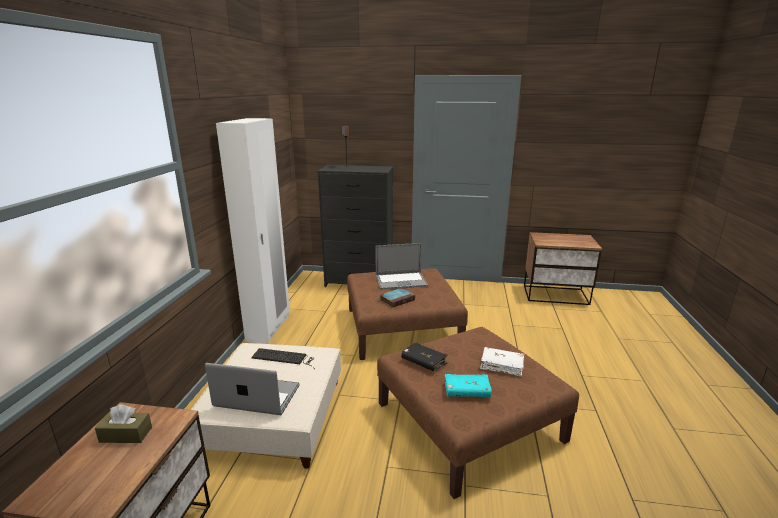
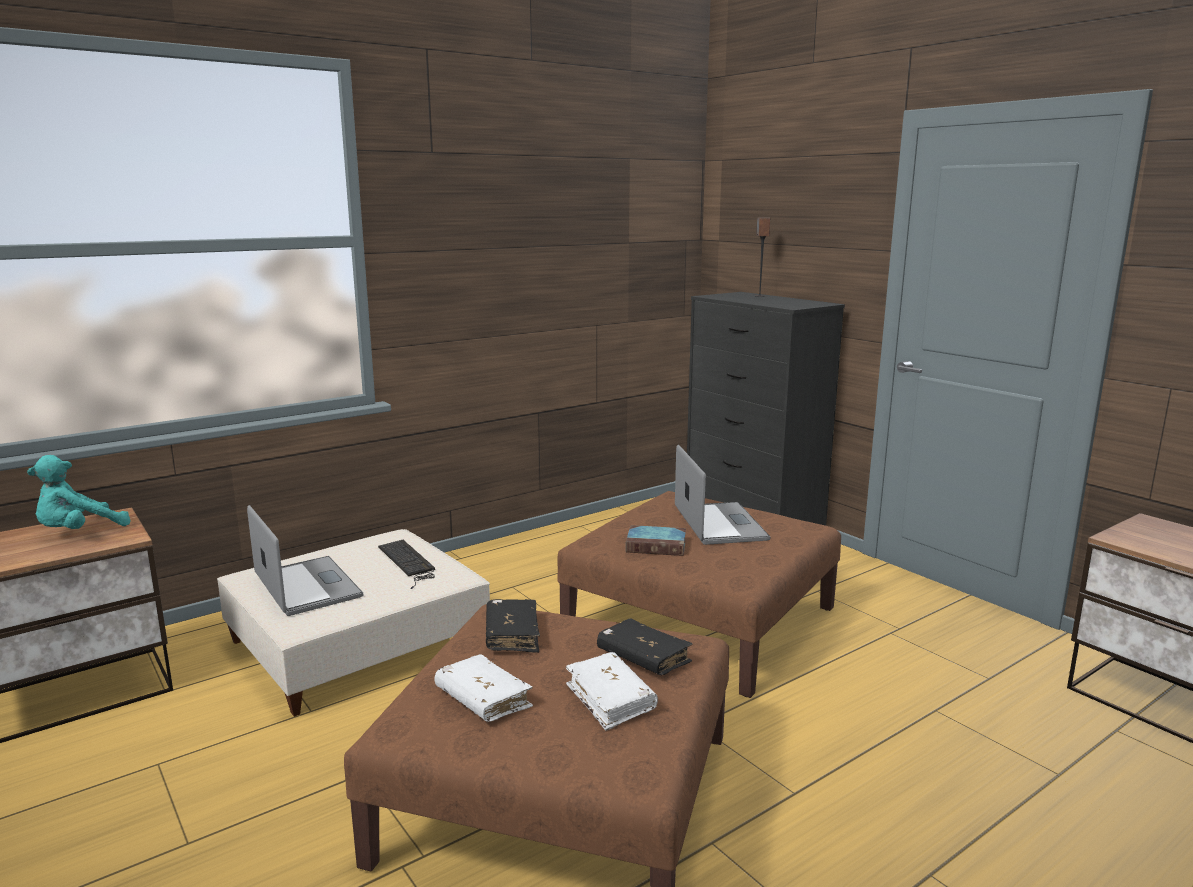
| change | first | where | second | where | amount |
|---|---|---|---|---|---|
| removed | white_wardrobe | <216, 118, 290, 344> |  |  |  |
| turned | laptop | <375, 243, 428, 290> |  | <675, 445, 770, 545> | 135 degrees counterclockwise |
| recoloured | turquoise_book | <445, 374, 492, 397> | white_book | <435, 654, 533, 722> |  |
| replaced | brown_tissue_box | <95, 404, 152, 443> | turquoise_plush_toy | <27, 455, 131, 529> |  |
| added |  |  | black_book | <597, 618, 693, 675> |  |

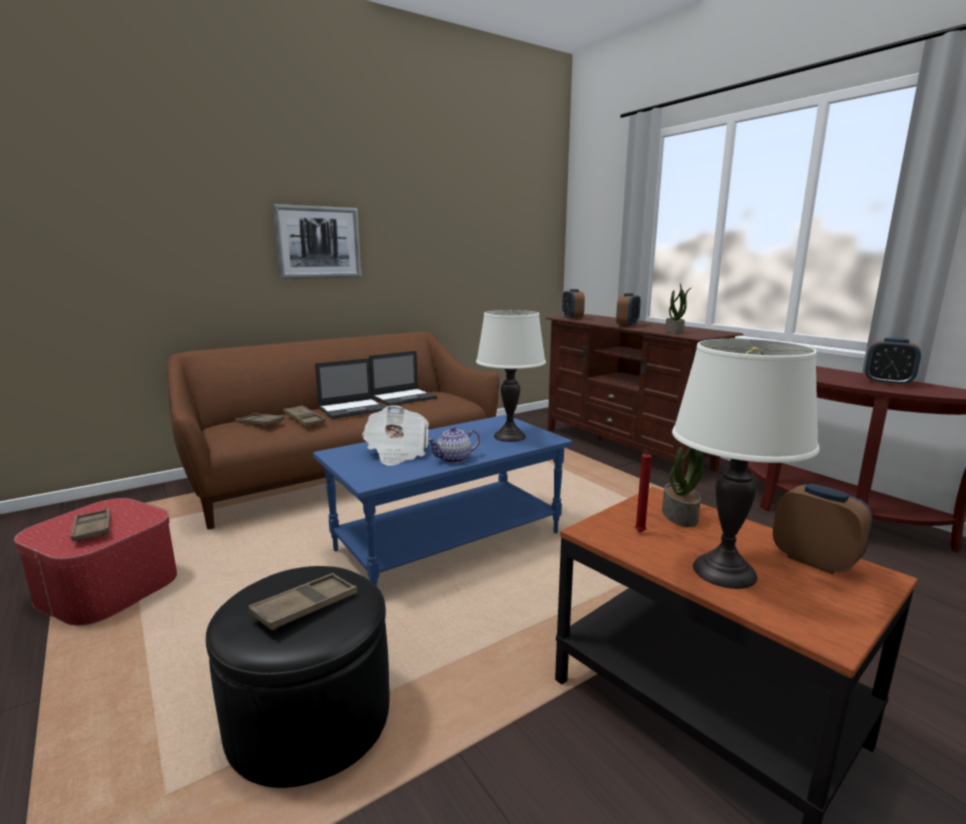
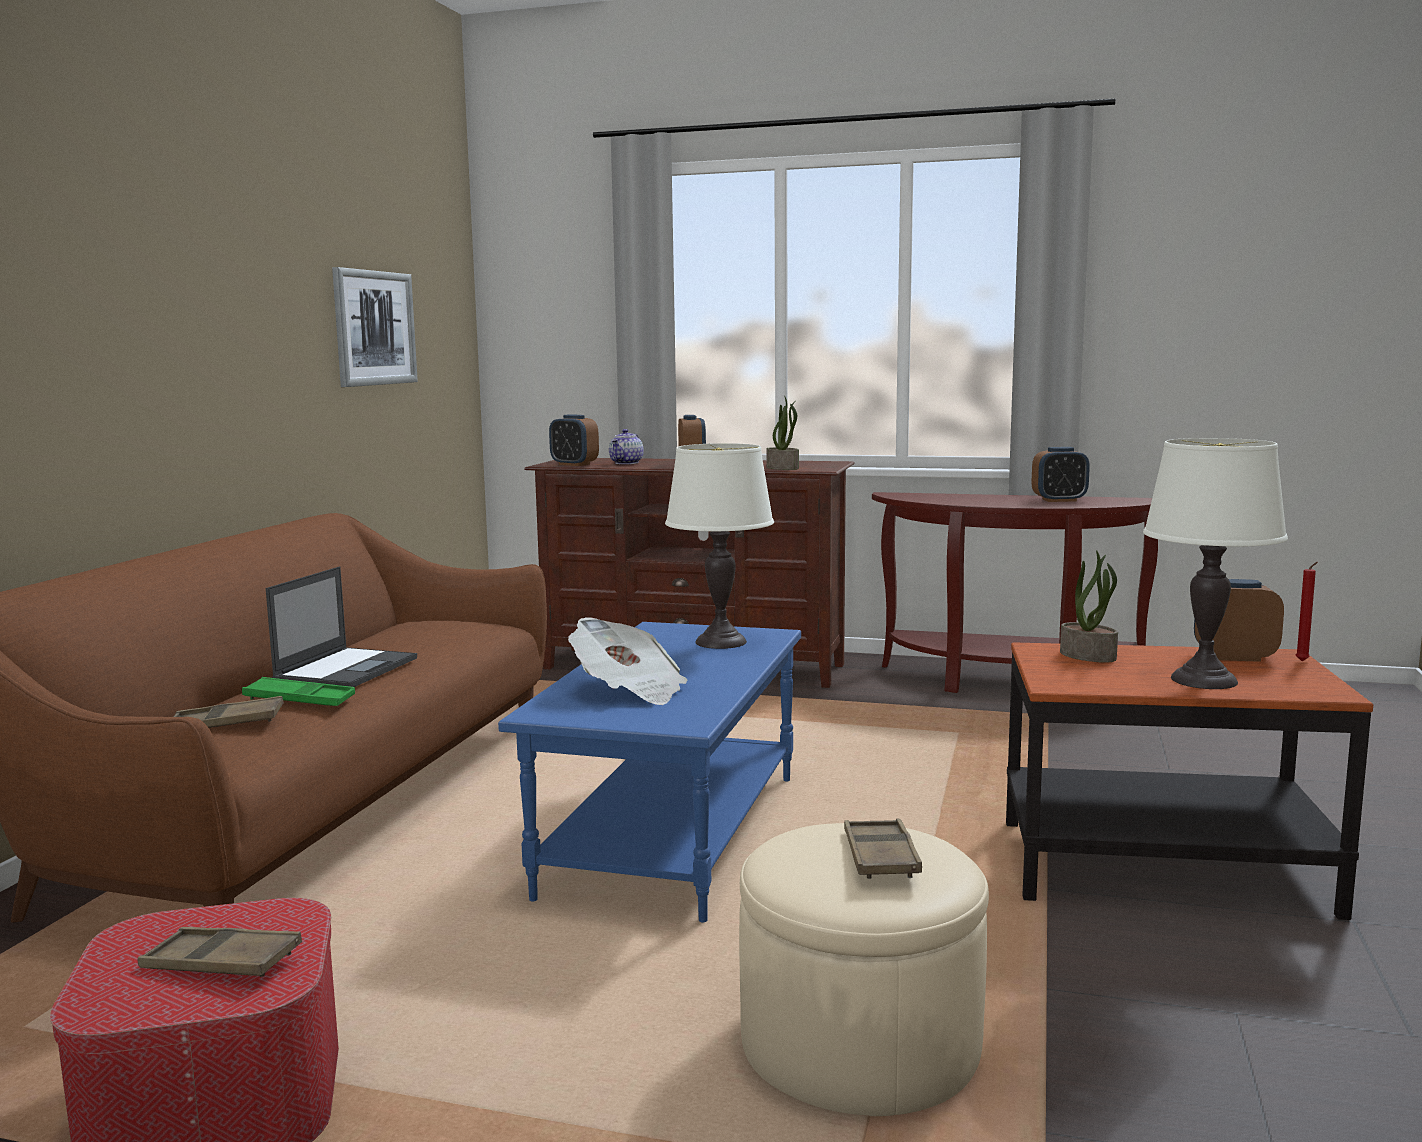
| change | first | where | second | where | amount |
|---|---|---|---|---|---|
| moved | picture | <272, 204, 361, 279> |  | <332, 267, 418, 387> |  |
| removed | laptop | <369, 351, 437, 406> |  |  |  |
| recoloured | brown_tray | <283, 405, 325, 426> | green_tray | <242, 677, 355, 706> |  |
| moved | teapot | <427, 427, 480, 463> |  | <609, 429, 644, 464> |  |
| moved | red_candle | <635, 449, 652, 532> |  | <1295, 562, 1318, 661> |  |
| recoloured | black_ottoman | <206, 566, 390, 788> | beige_ottoman | <739, 823, 989, 1116> |  |

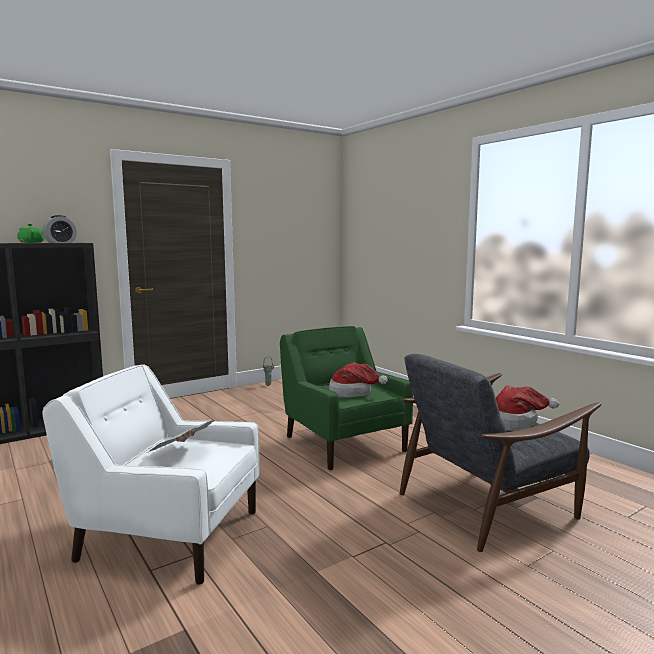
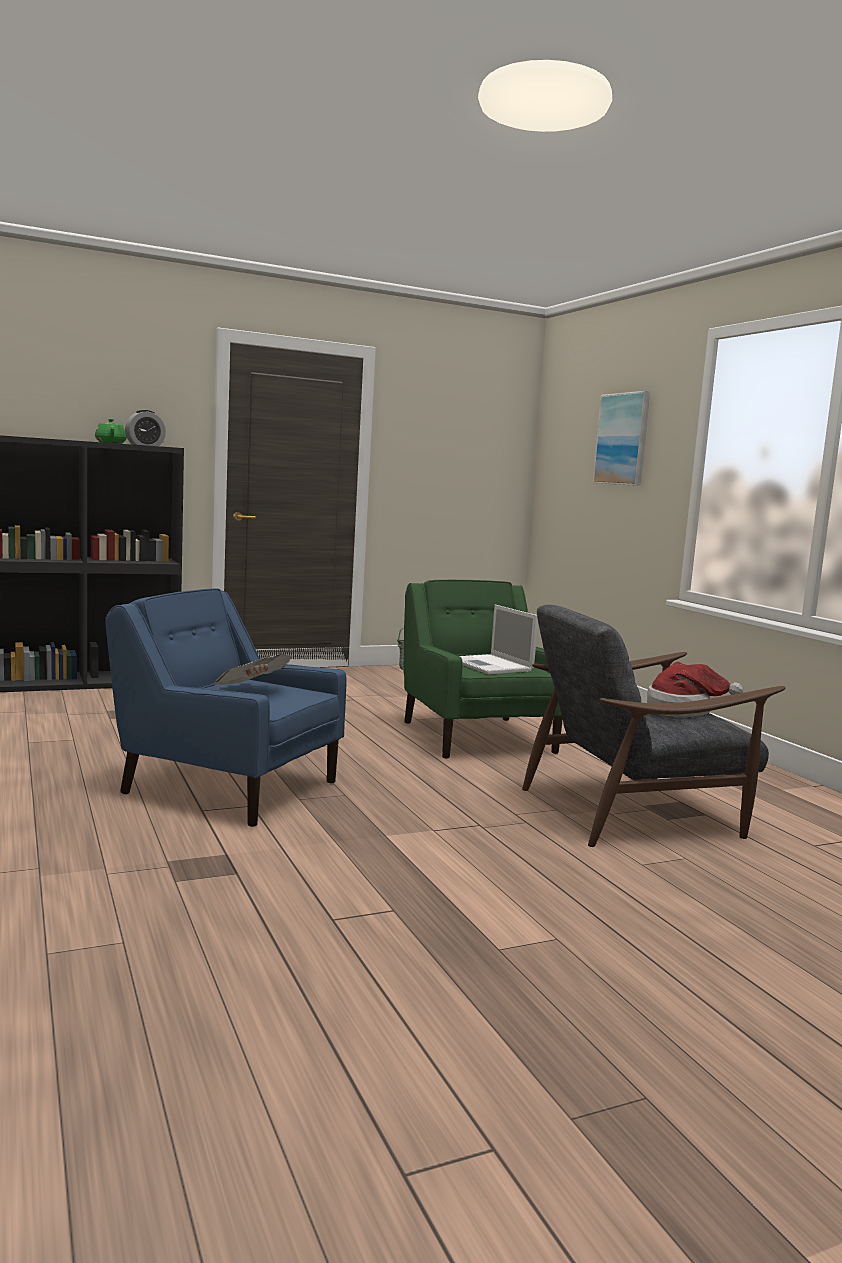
| change | first | where | second | where | amount |
|---|---|---|---|---|---|
| replaced | hat | <329, 362, 388, 398> | laptop | <460, 605, 538, 674> |  |
| recoloured | white_armchair | <42, 364, 260, 585> | blue_armchair | <105, 588, 346, 827> |  |
| added |  |  | picture | <593, 391, 650, 486> |  |

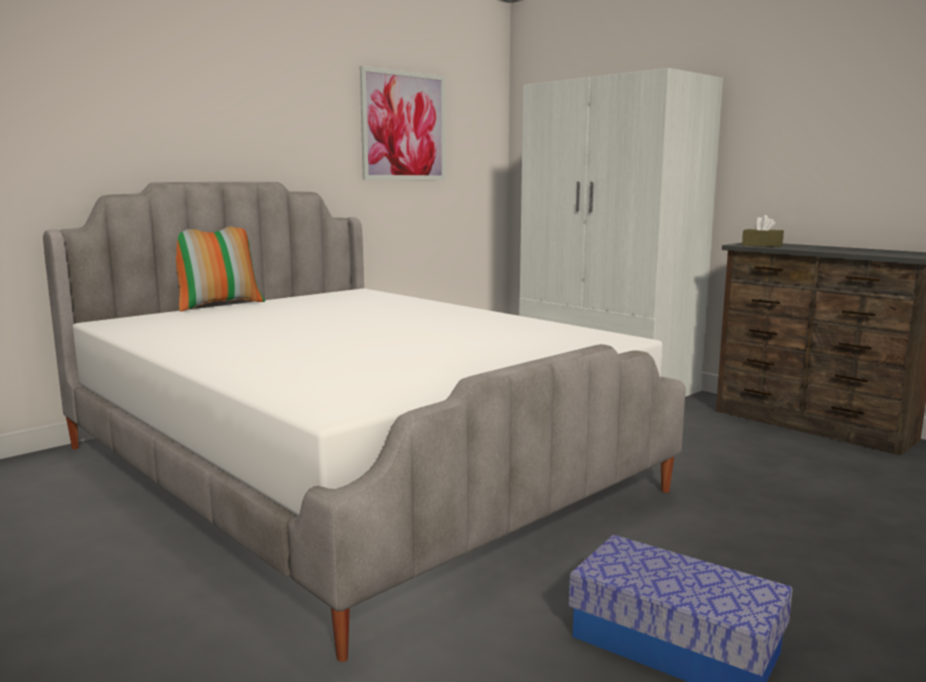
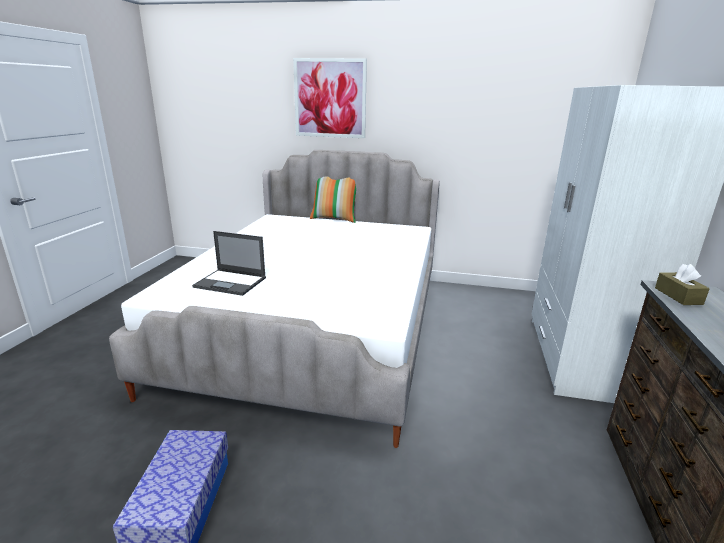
| change | first | where | second | where | amount |
|---|---|---|---|---|---|
| moved | picture | <360, 66, 446, 180> |  | <293, 58, 367, 138> |  |
| added |  |  | laptop | <192, 231, 266, 296> |  |

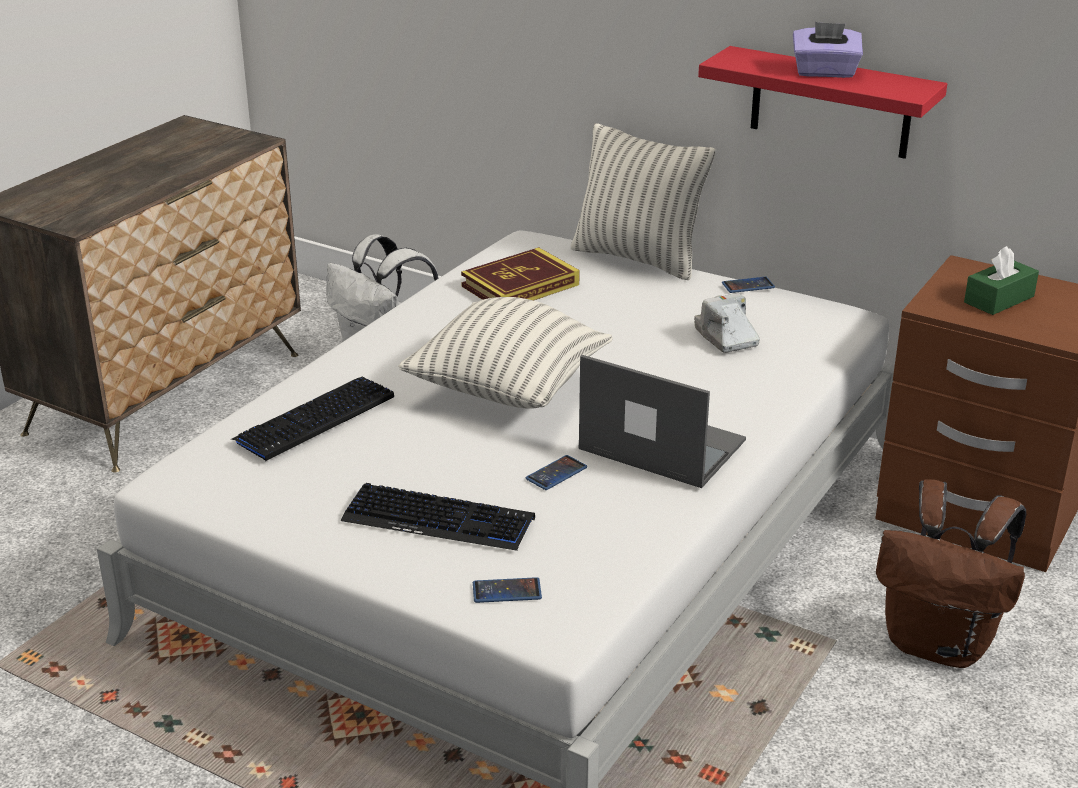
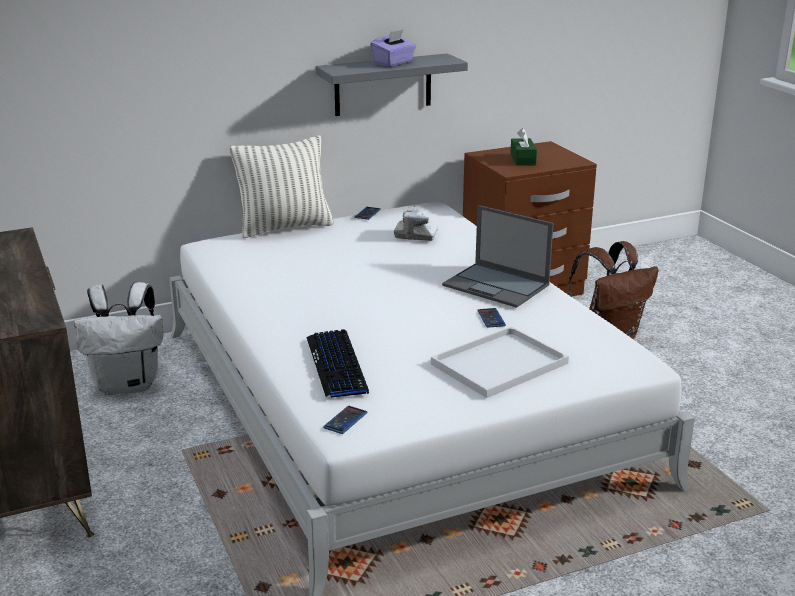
| change | first | where | second | where | amount |
|---|---|---|---|---|---|
| recoloured | red_shelf | <698, 46, 947, 159> | grey_shelf | <316, 53, 468, 116> |  |
| removed | book | <461, 247, 580, 300> |  |  |  |
| removed | pillow | <398, 297, 613, 409> |  |  |  |
| turned | laptop | <579, 355, 746, 488> |  | <442, 205, 554, 308> | 120 degrees counterclockwise |
| replaced | keyboard | <341, 483, 535, 551> | white_tray | <431, 327, 569, 398> |  |
| moved | phone | <473, 577, 542, 603> |  | <323, 406, 367, 434> |  |

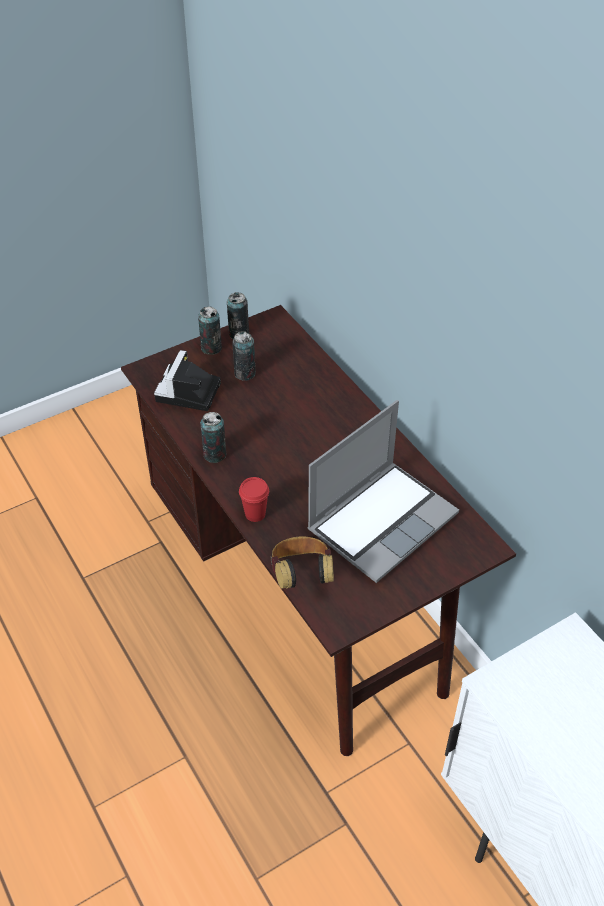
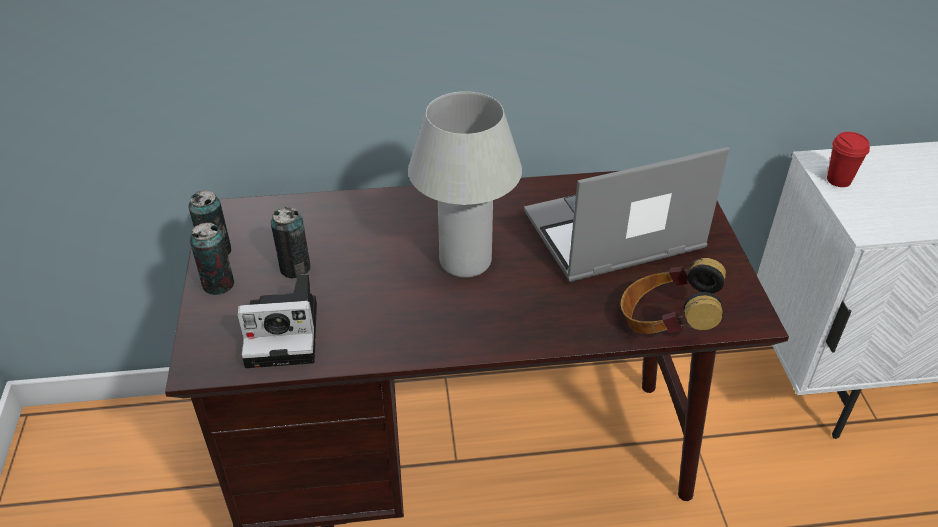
| change | first | where | second | where | amount |
|---|---|---|---|---|---|
| turned | photo_camera | <154, 350, 221, 411> |  | <237, 274, 317, 368> | 45 degrees counterclockwise |
| turned | laptop | <307, 400, 459, 583> |  | <524, 147, 729, 282> | 90 degrees counterclockwise |
| removed | can | <200, 412, 226, 463> |  |  |  |
| moved | red_cup | <239, 477, 269, 522> |  | <827, 132, 870, 187> |  |
| added |  |  | white_table_lamp | <408, 91, 522, 278> |  |

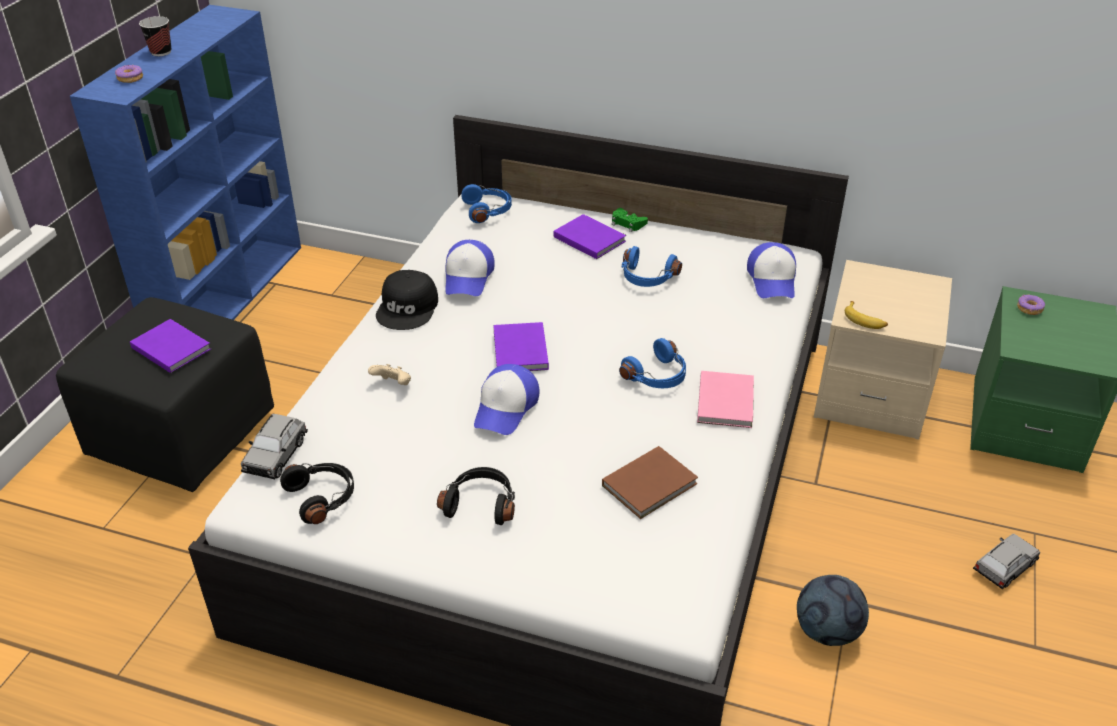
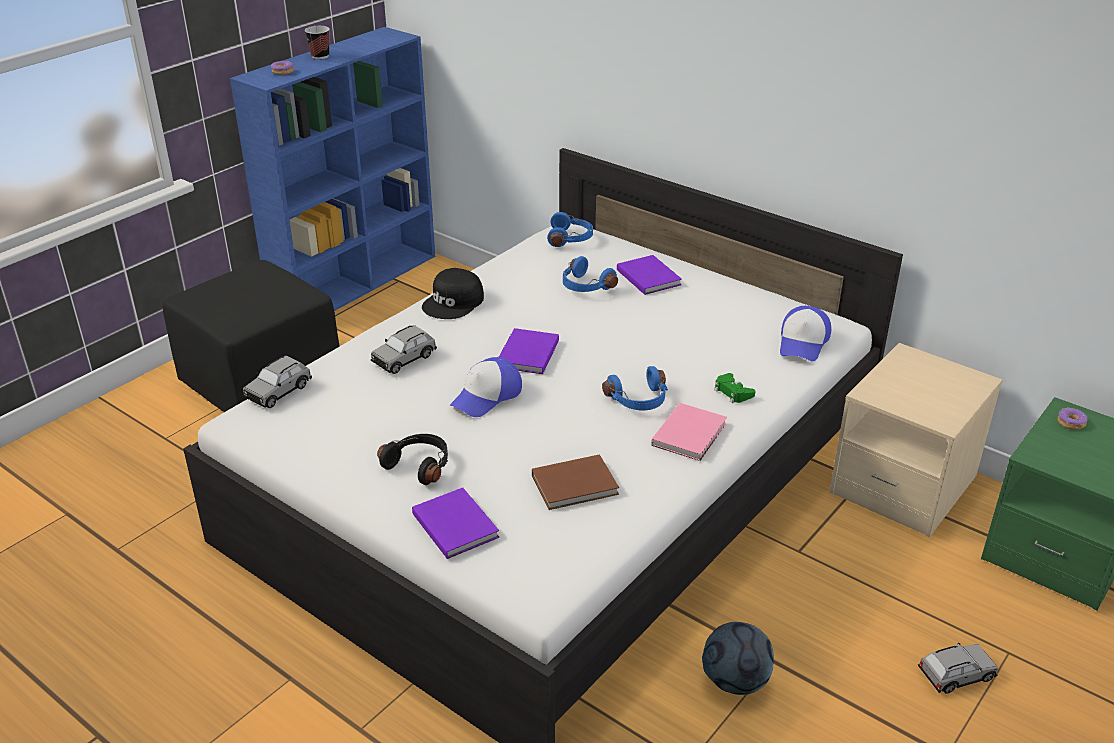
| change | first | where | second | where | amount |
|---|---|---|---|---|---|
| moved | green_game_controller | <612, 208, 648, 232> |  | <714, 373, 755, 403> |  |
| removed | cap | <445, 240, 495, 296> |  |  |  |
| moved | blue_headphones | <621, 246, 682, 287> |  | <563, 256, 618, 292> |  |
| removed | banana | <845, 301, 888, 329> |  |  |  |
| moved | purple_book | <130, 319, 211, 373> |  | <412, 488, 499, 559> |  |
| replaced | beige_game_controller | <368, 364, 411, 385> | grey_toy_car | <371, 325, 437, 374> |  |
| removed | black_headphones | <280, 463, 354, 524> |  |  |  |

